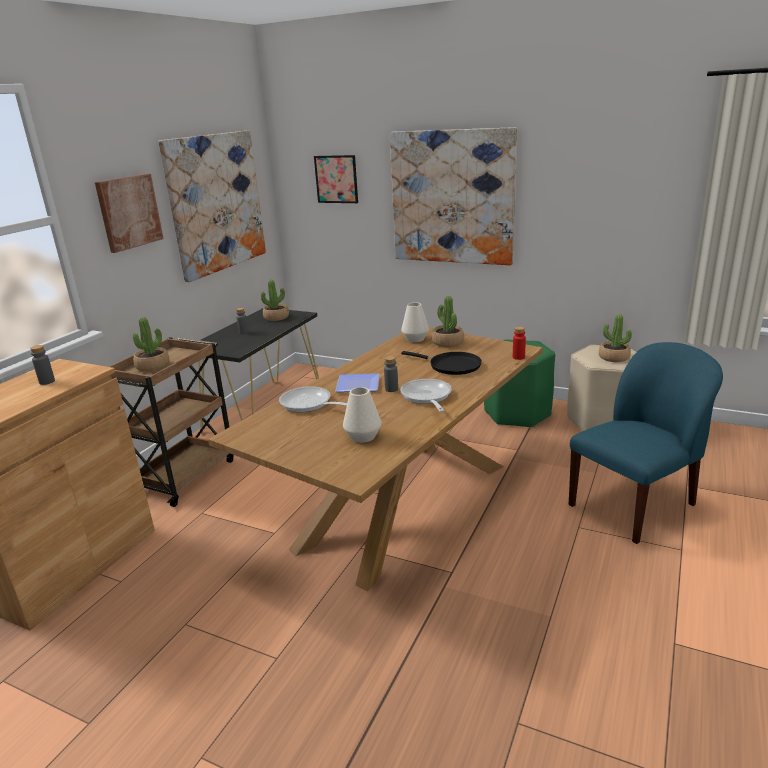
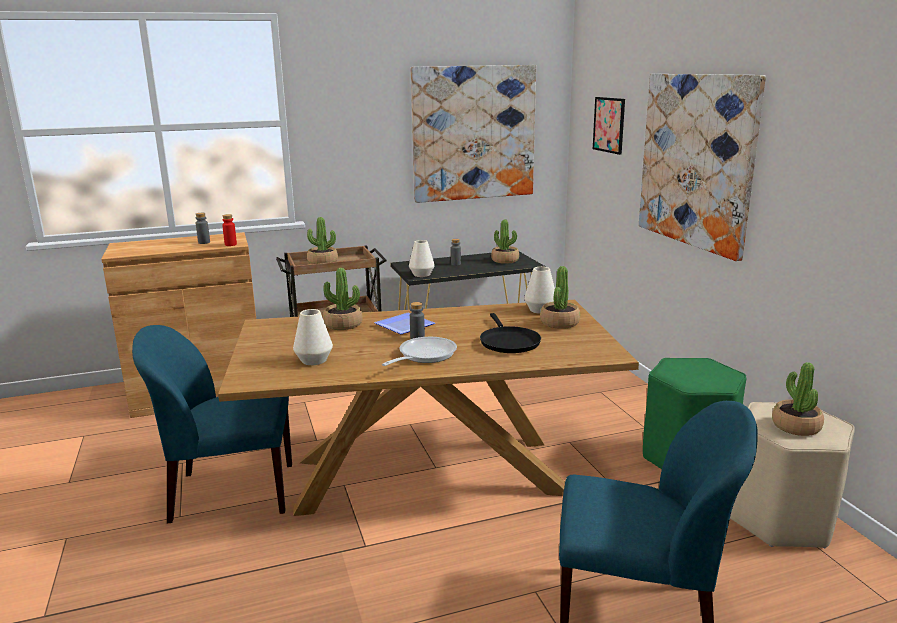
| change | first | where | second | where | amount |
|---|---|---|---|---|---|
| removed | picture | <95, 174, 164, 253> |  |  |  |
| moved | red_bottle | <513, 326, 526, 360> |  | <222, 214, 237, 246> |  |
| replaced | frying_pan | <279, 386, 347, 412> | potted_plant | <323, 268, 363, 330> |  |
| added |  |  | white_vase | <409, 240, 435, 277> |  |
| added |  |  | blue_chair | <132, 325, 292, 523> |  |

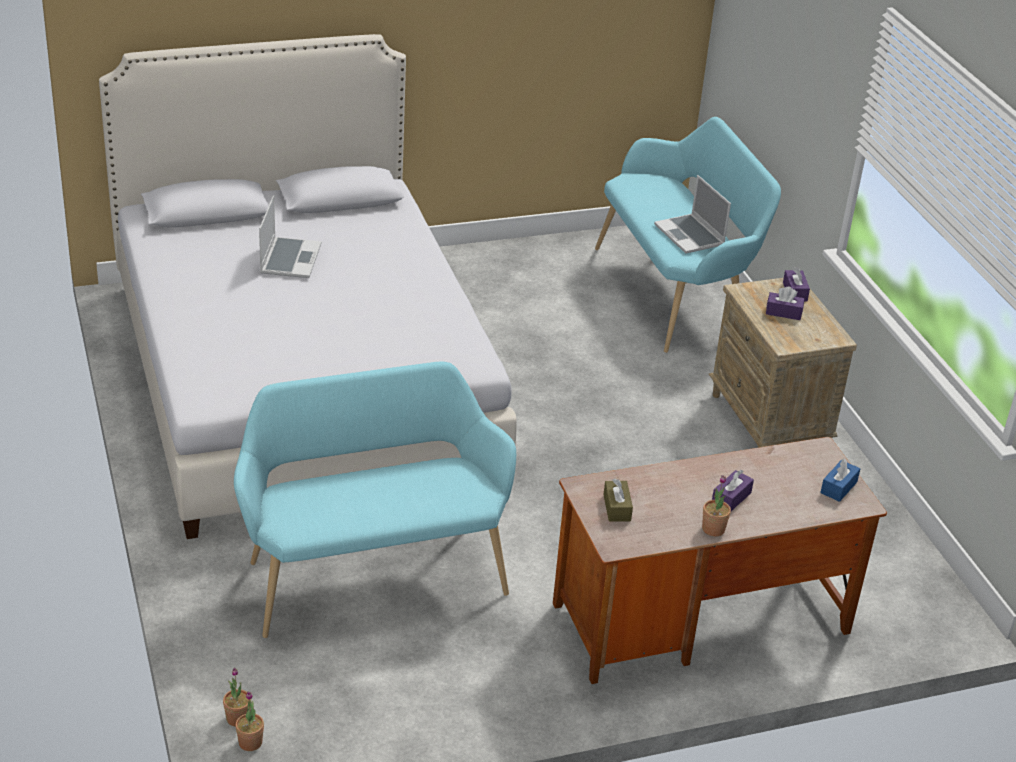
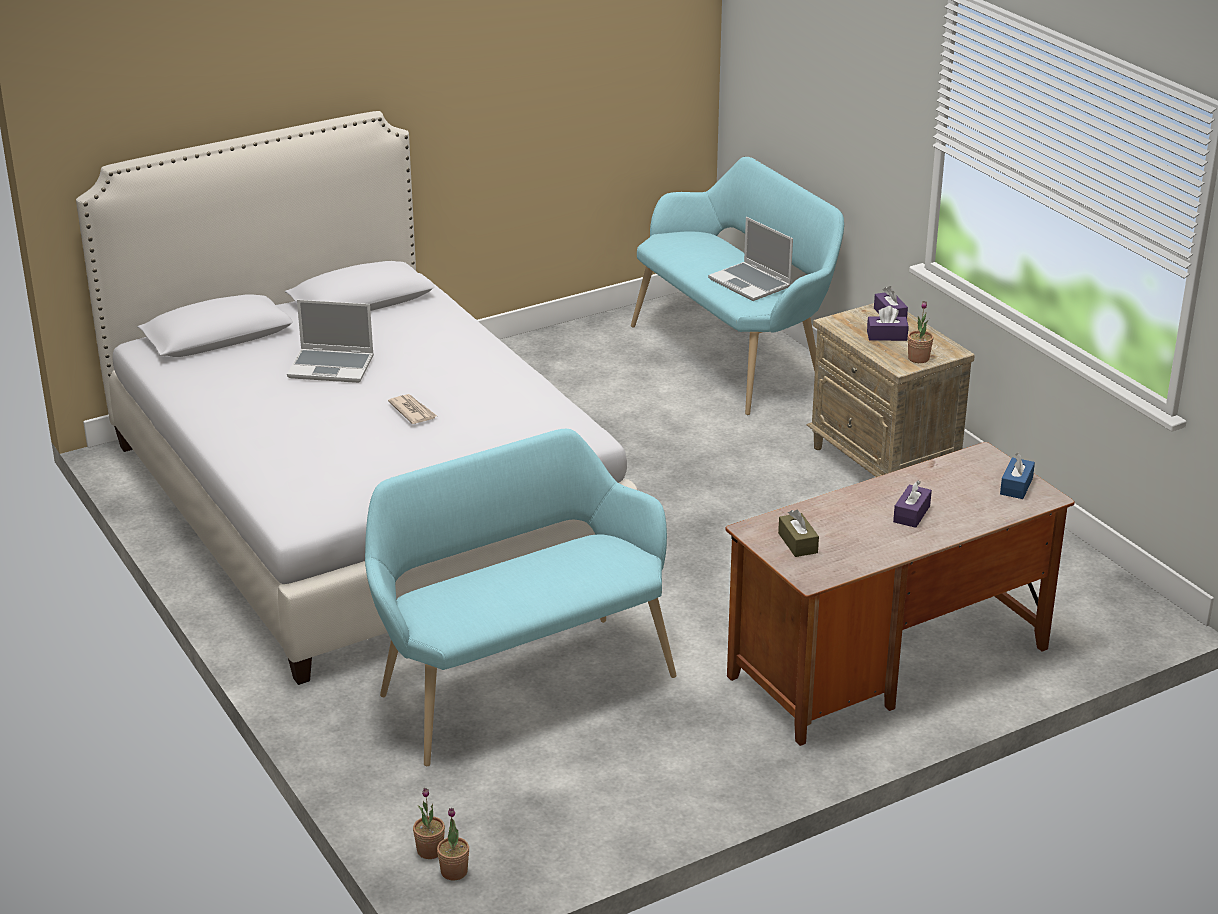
| change | first | where | second | where | amount |
|---|---|---|---|---|---|
| turned | laptop | <259, 195, 321, 278> |  | <287, 300, 374, 383> | 105 degrees clockwise |
| moved | potted_plant | <702, 475, 731, 537> |  | <908, 301, 934, 363> |  |
| added |  |  | newspaper | <388, 394, 437, 424> |  |

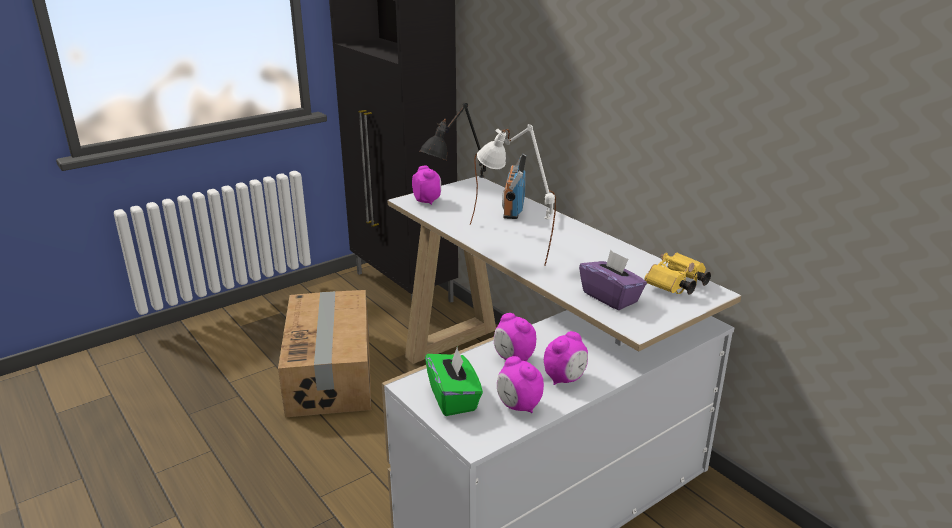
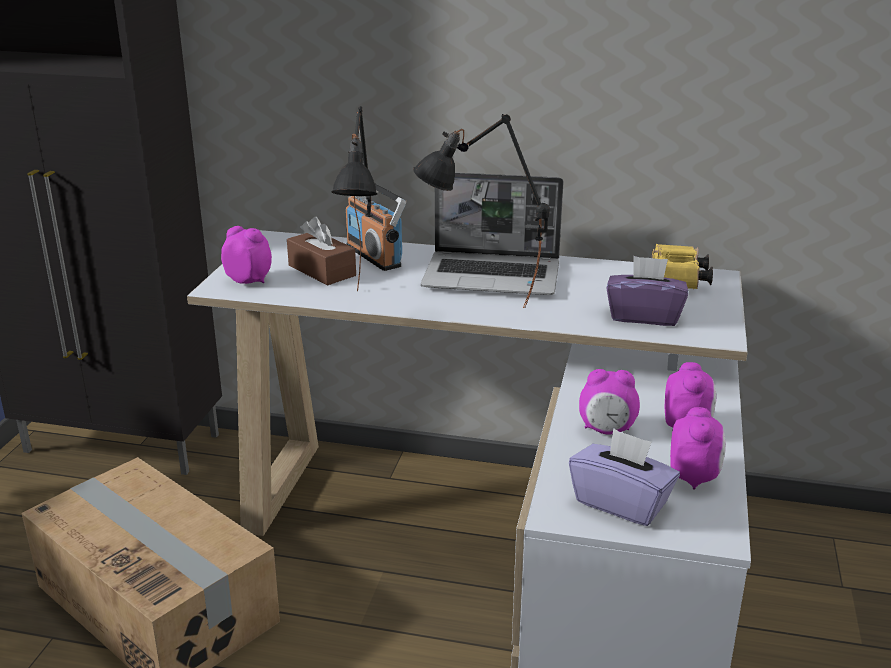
| change | first | where | second | where | amount |
|---|---|---|---|---|---|
| recoloured | white_table_lamp | <477, 124, 556, 266> | black_table_lamp | <413, 114, 550, 308> |  |
| recoloured | green_tissue_box | <425, 347, 483, 416> | purple_tissue_box | <569, 428, 680, 526> |  |
| turned | alarm_clock | <497, 356, 544, 414> |  | <670, 407, 726, 490> | 90 degrees counterclockwise |
| added |  |  | laptop | <421, 172, 564, 295> |  |
| added |  |  | brown_tissue_box | <287, 217, 356, 285> |  |

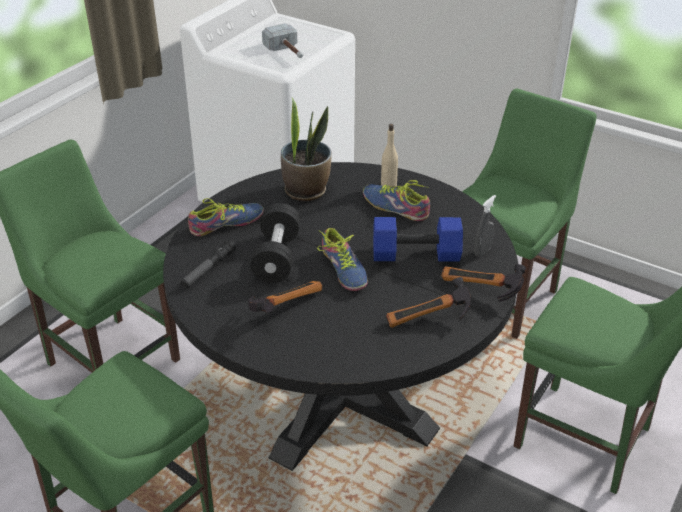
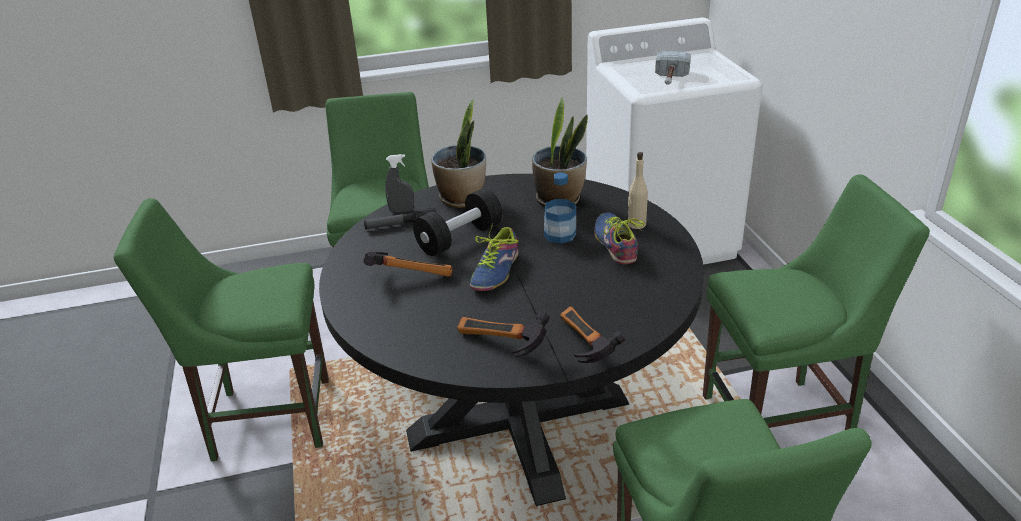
| change | first | where | second | where | amount |
|---|---|---|---|---|---|
| moved | grey_spray_bottle | <474, 195, 496, 257> |  | <385, 154, 414, 212> |  |
| replaced | shoe | <188, 198, 264, 236> | potted_plant | <431, 99, 486, 208> |  |
| removed | blue_dumbbell | <373, 217, 463, 262> |  |  |  |
| added |  |  | bottle | <544, 172, 576, 244> |  |

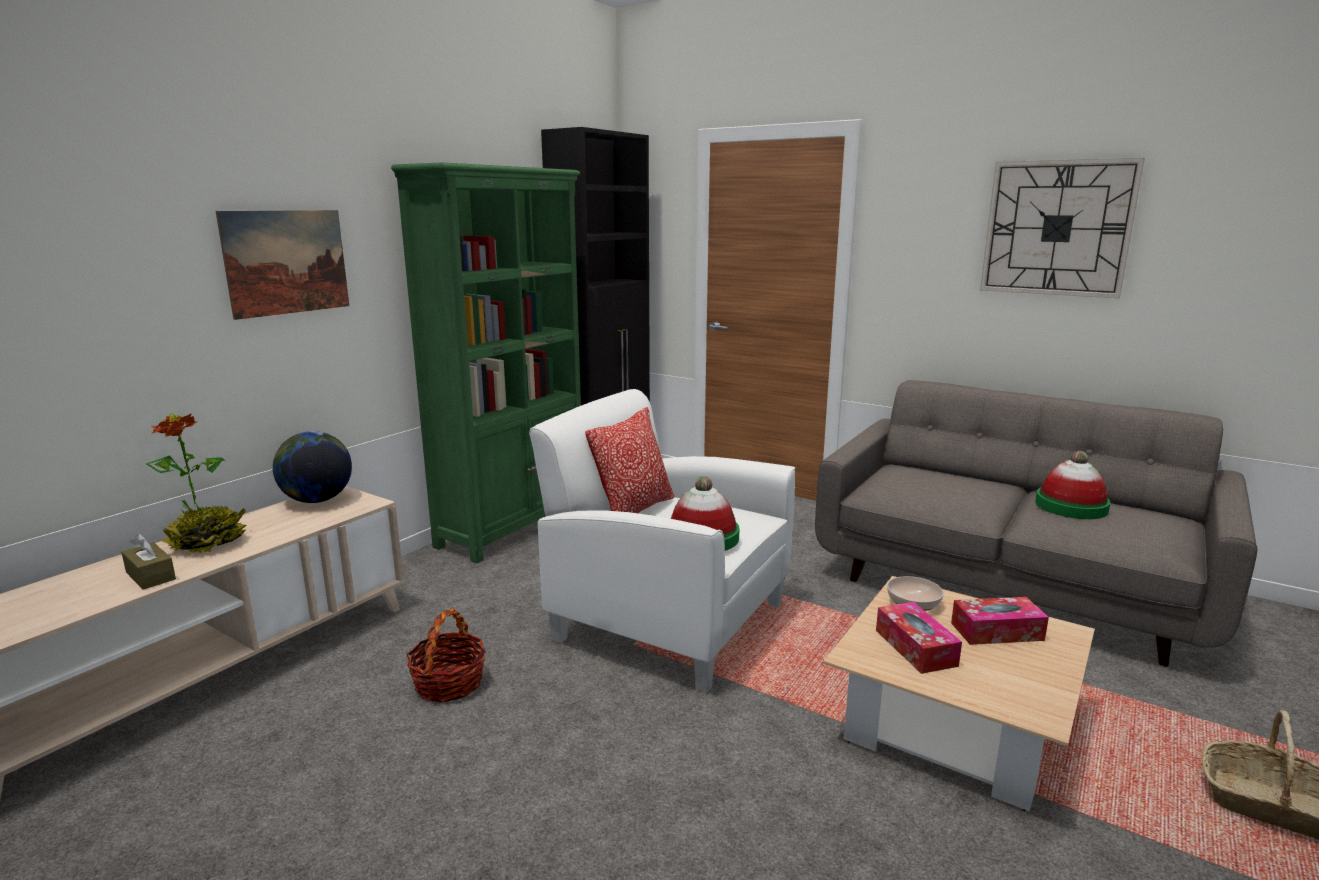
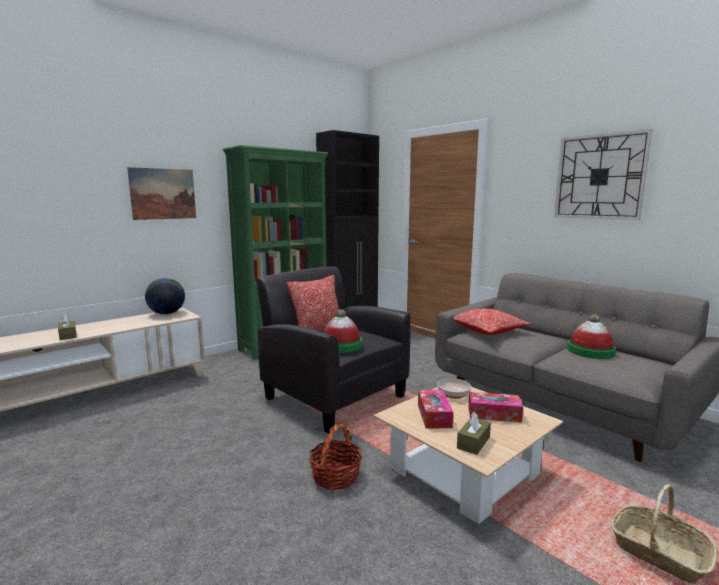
| change | first | where | second | where | amount |
|---|---|---|---|---|---|
| recoloured | white_armchair | <529, 389, 795, 693> | black_armchair | <256, 266, 410, 434> |  |
| removed | potted_plant | <146, 413, 246, 555> |  |  |  |
| moved | basket | <407, 608, 486, 703> |  | <309, 423, 362, 490> |  |
| added |  |  | pillow | <453, 309, 531, 335> |  |
| added |  |  | brown_tissue_box | <457, 412, 491, 455> |  |

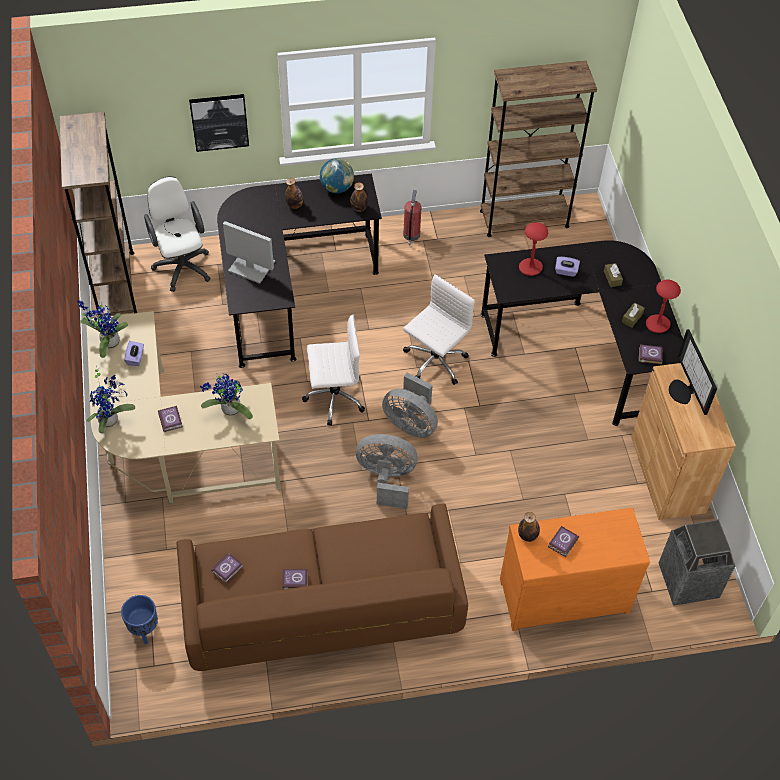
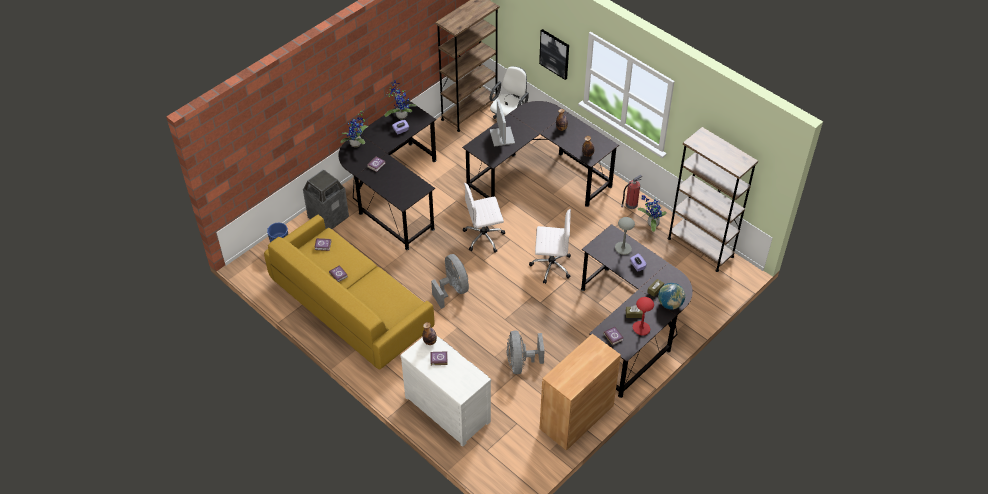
| change | first | where | second | where | amount |
|---|---|---|---|---|---|
| moved | globe | <320, 159, 354, 193> |  | <658, 283, 685, 310> |  |
| recoloured | red_table_lamp | <519, 222, 548, 276> | grey_table_lamp | <615, 217, 635, 255> |  |
| recoloured | beige_desk | <87, 311, 282, 505> | black_desk | <339, 100, 436, 250> |  |
| turned | white_office_chair | <302, 314, 365, 426> |  | <463, 183, 505, 253> | 120 degrees clockwise |
| removed | monitor | <669, 329, 717, 415> |  |  |  |
| moved | potted_plant | <200, 373, 253, 419> |  | <637, 195, 667, 232> |  |
| moved | grey_fan | <382, 373, 438, 438> |  | <507, 331, 545, 374> |  |
| recoloured | brown_sofa | <176, 504, 468, 671> | yellow_sofa | <264, 214, 435, 369> |  |
| recoloured | orange_dresser | <500, 508, 650, 631> | white_dresser | <400, 336, 491, 447> |  |
| moved | trash_can | <659, 519, 735, 606> |  | <303, 169, 349, 229> |  |

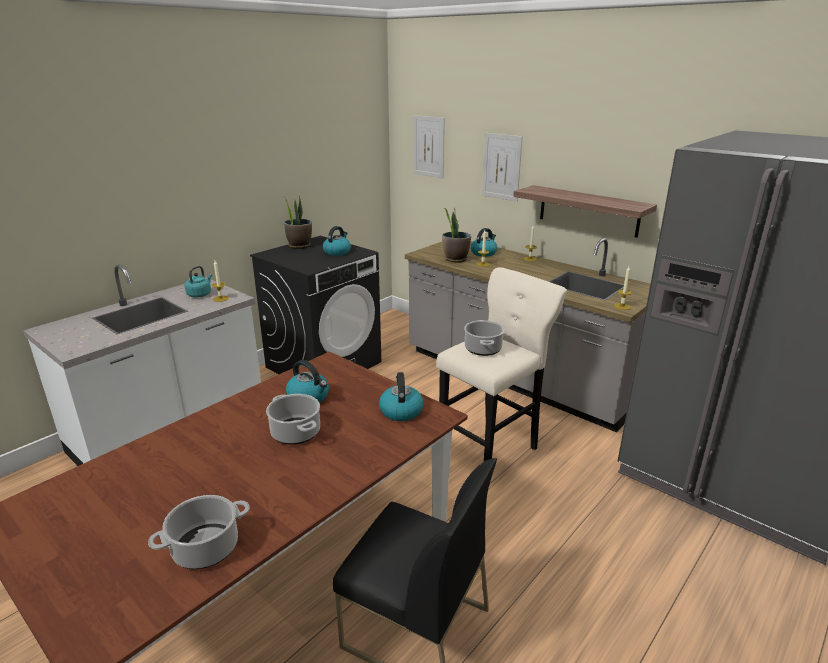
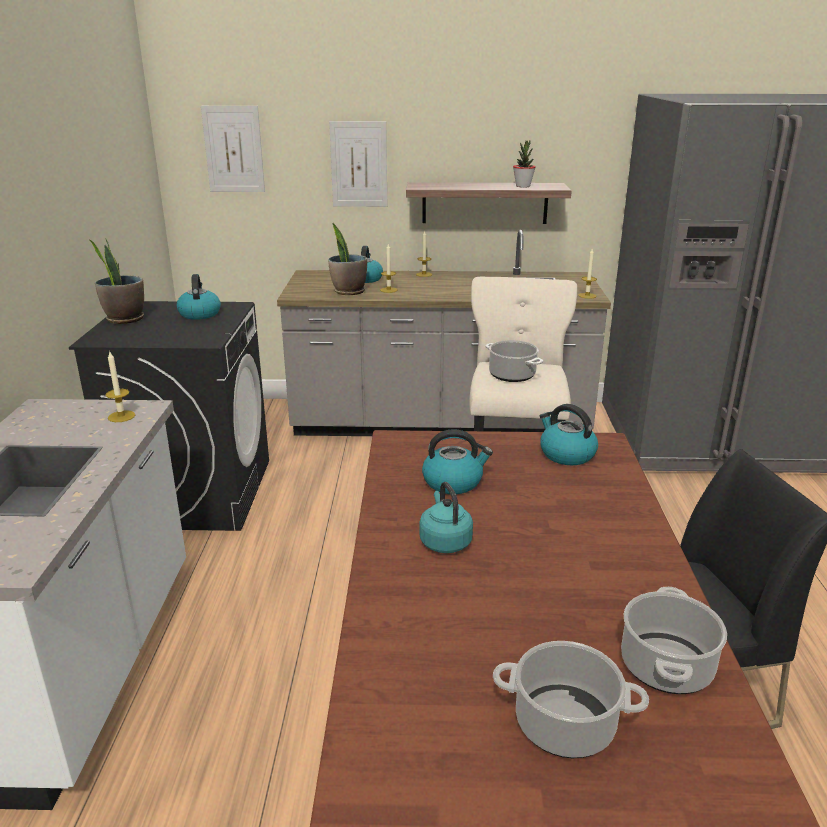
| change | first | where | second | where | amount |
|---|---|---|---|---|---|
| moved | turquoise_kettle | <185, 266, 212, 297> |  | <419, 482, 473, 553> |  |
| moved | cooking_pot | <266, 394, 320, 445> |  | <493, 641, 649, 758> |  |
| added |  |  | potted_plant | <513, 140, 536, 187> |  |

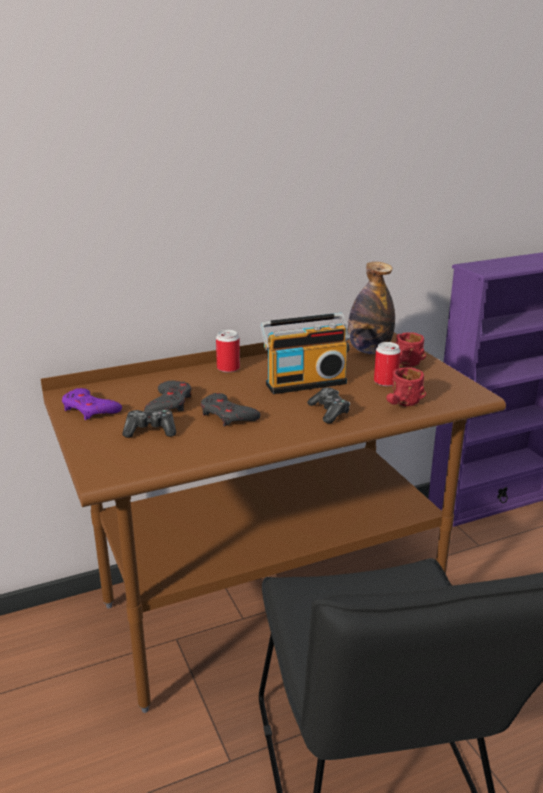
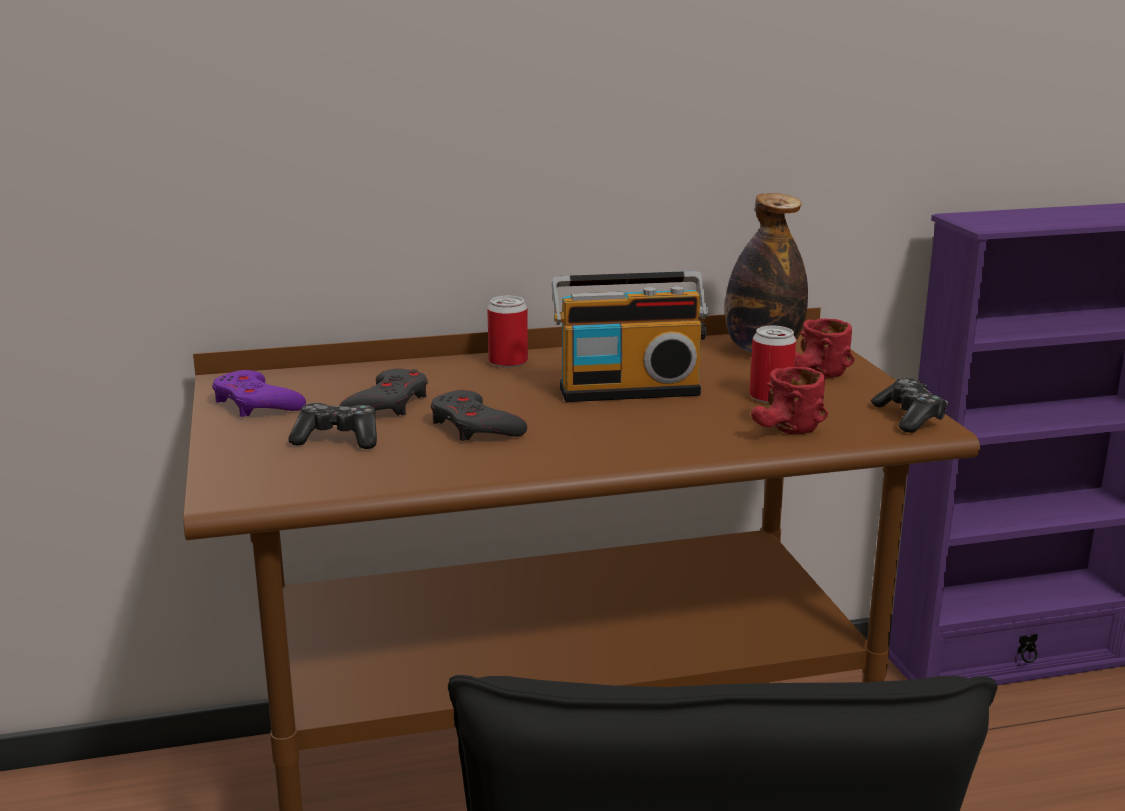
| change | first | where | second | where | amount |
|---|---|---|---|---|---|
| moved | game_controller | <307, 388, 350, 424> |  | <871, 378, 948, 433> |  |

